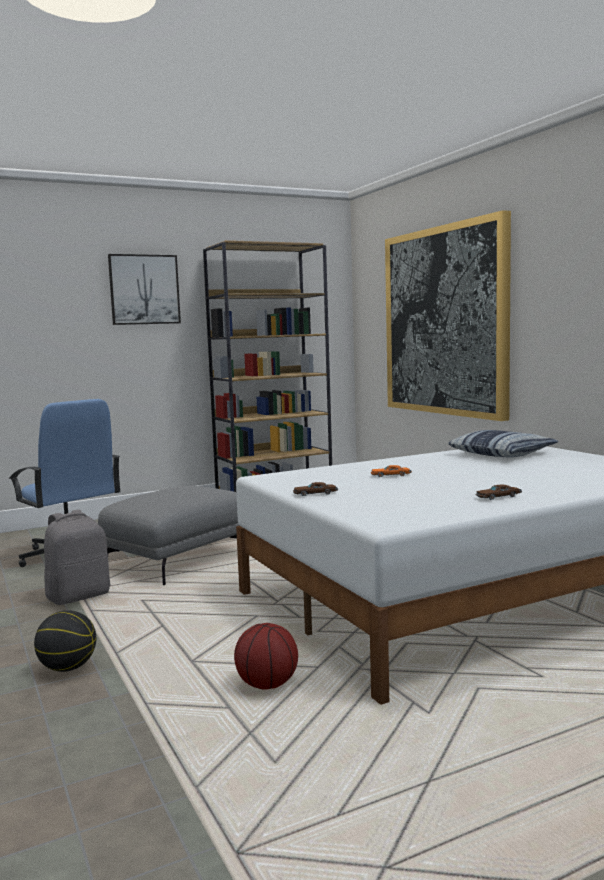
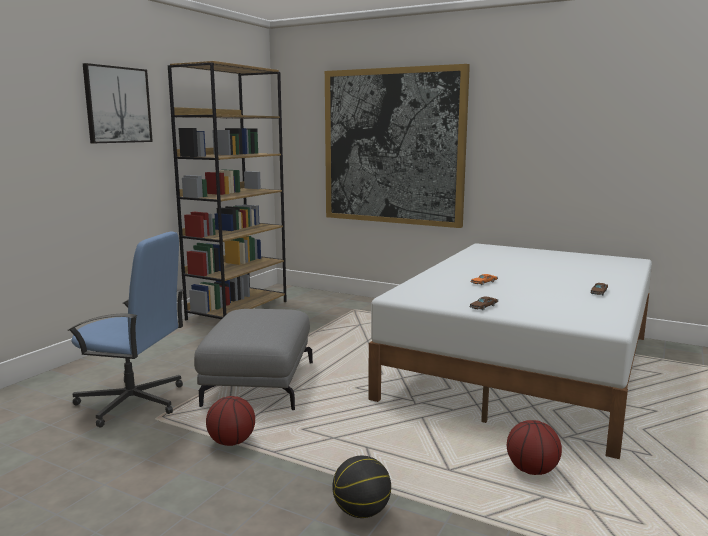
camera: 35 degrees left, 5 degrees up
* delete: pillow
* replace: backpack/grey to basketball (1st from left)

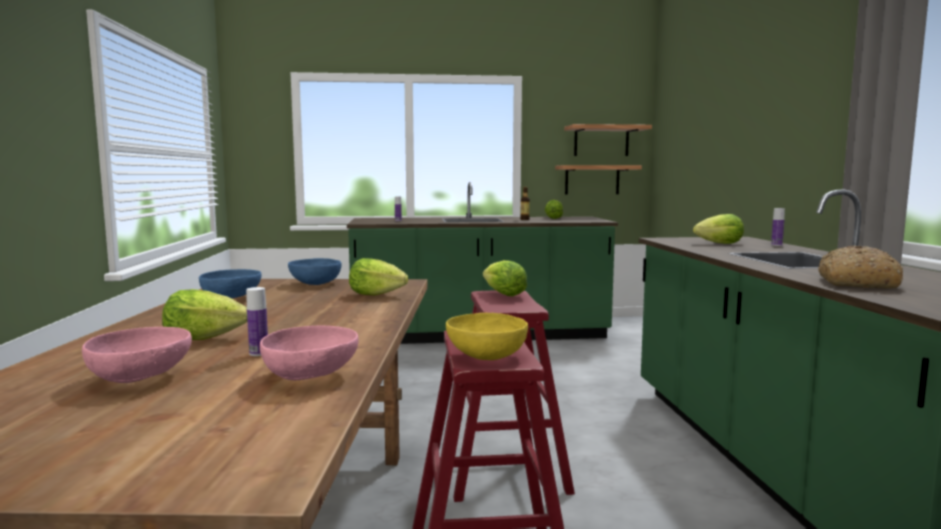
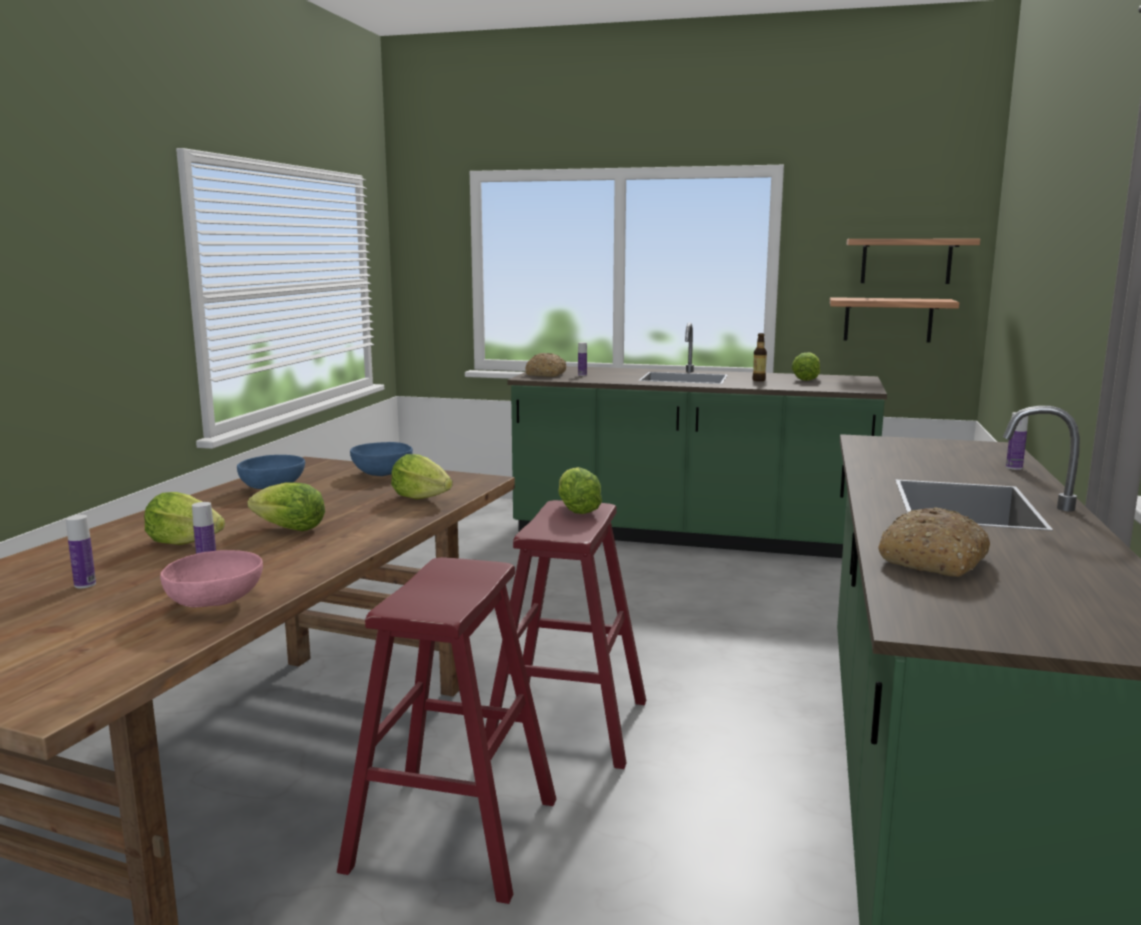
camera: 20 degrees right, 5 degrees up
* move: lettuce (5th from left in the first image) to lettuce (2nd from left)
* delete: bowl/yellow
* replace: bowl/pink (1st from left) to bottle (1st from left)
* insert: bread (1st from left)

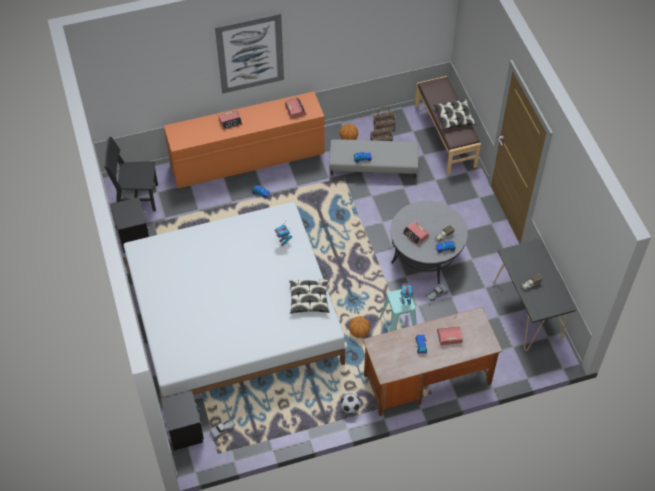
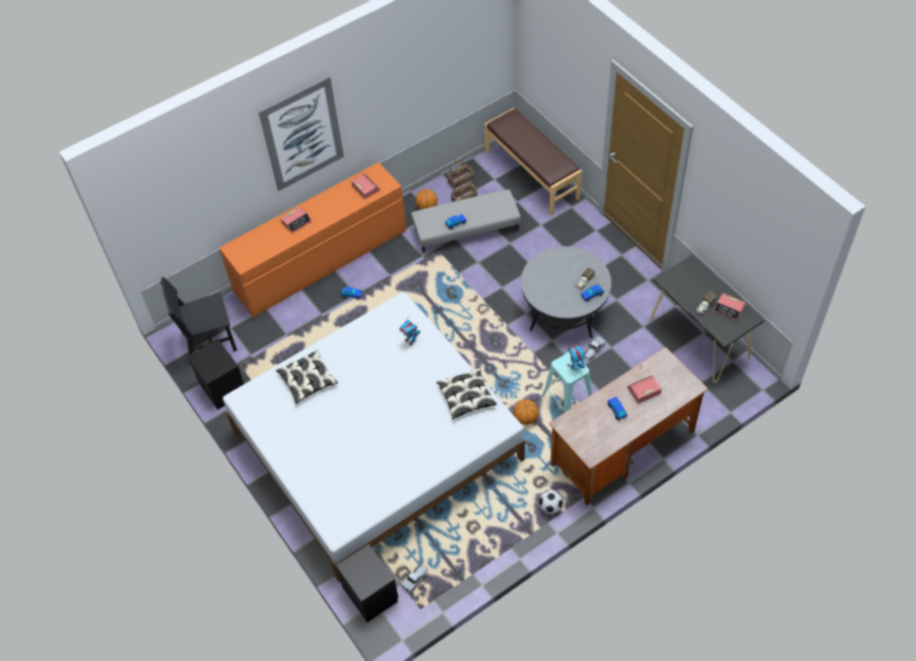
camera: 15 degrees left, 0 degrees up
* move: pillow (2nd from left in the first image) to pillow (1st from left)
* move: alarm clock (3rd from left in the first image) to alarm clock (4th from left)

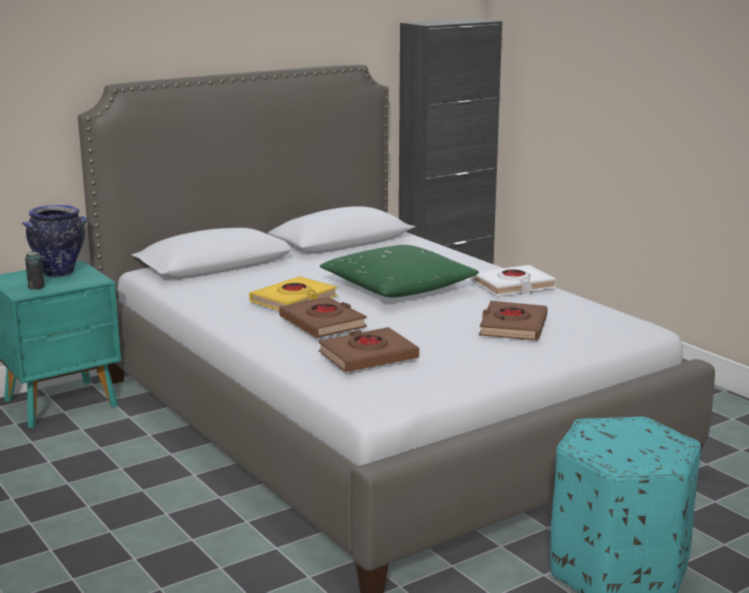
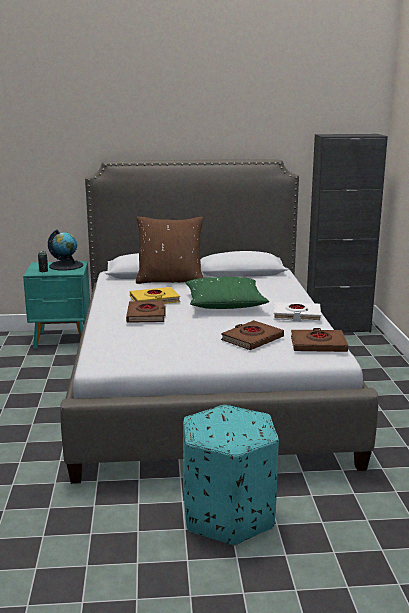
camera: 30 degrees right, 0 degrees up
* replace: vase to globe
* move: book/brown (2nd from left in the first image) to book/brown (3rd from left)
* insert: pillow/brown

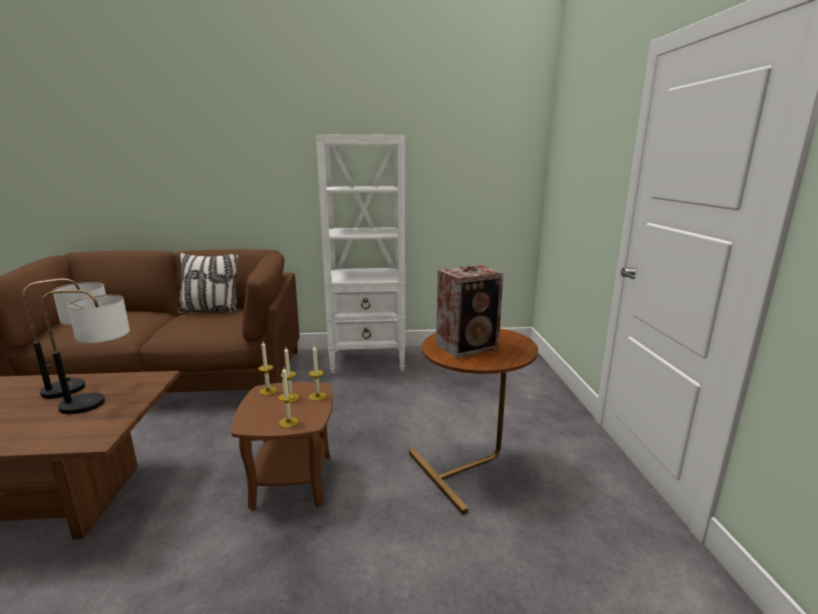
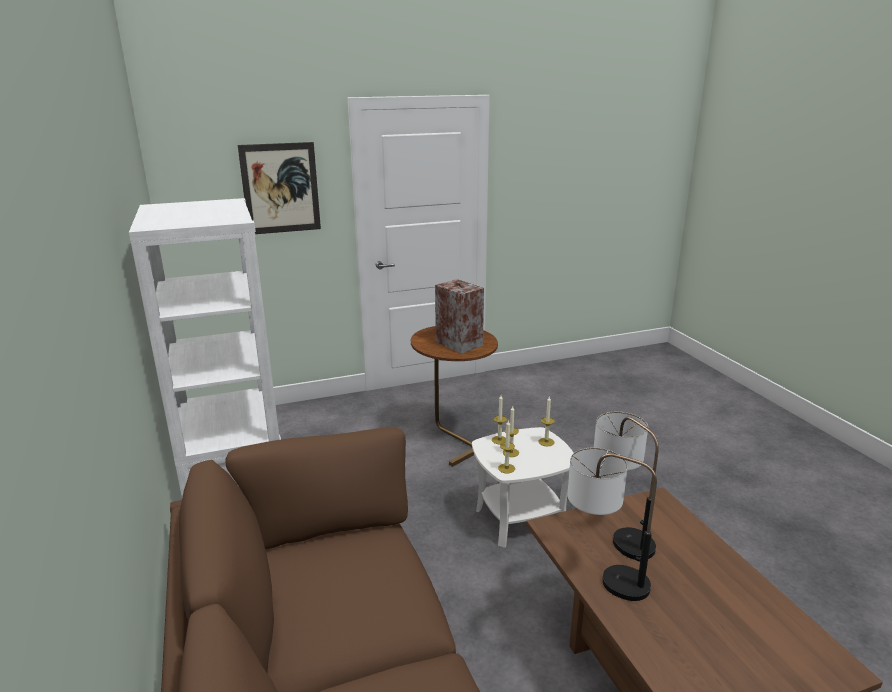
camera: 105 degrees left, 5 degrees up
* delete: pillow
* recolor: side table/brown (1st from left) to side table/white
* insert: picture

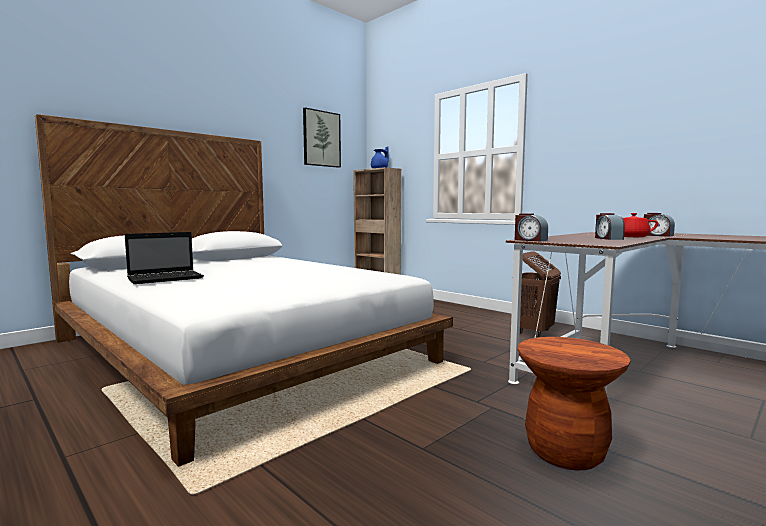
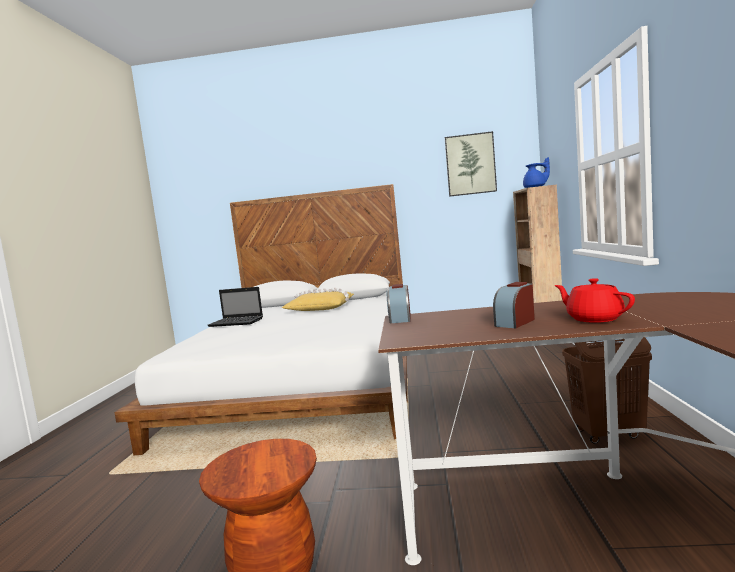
camera: 50 degrees right, 0 degrees up
* delete: alarm clock (3rd from left)
* insert: pillow/yellow

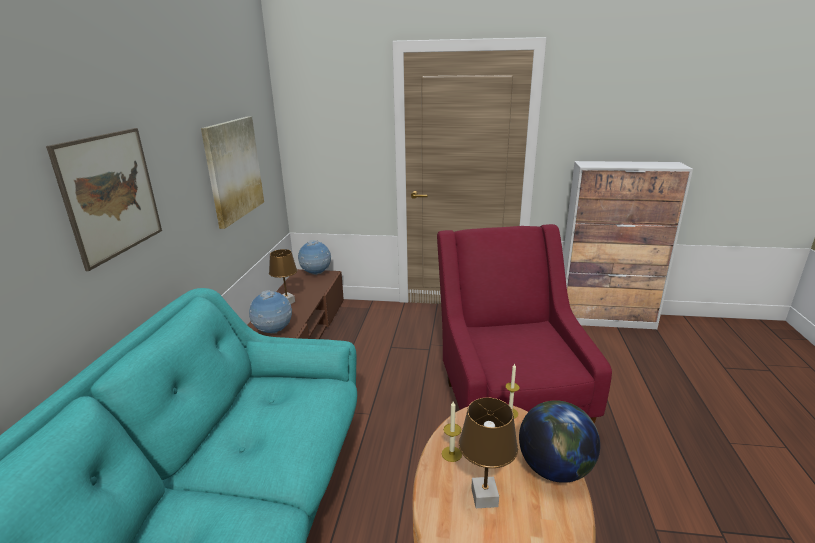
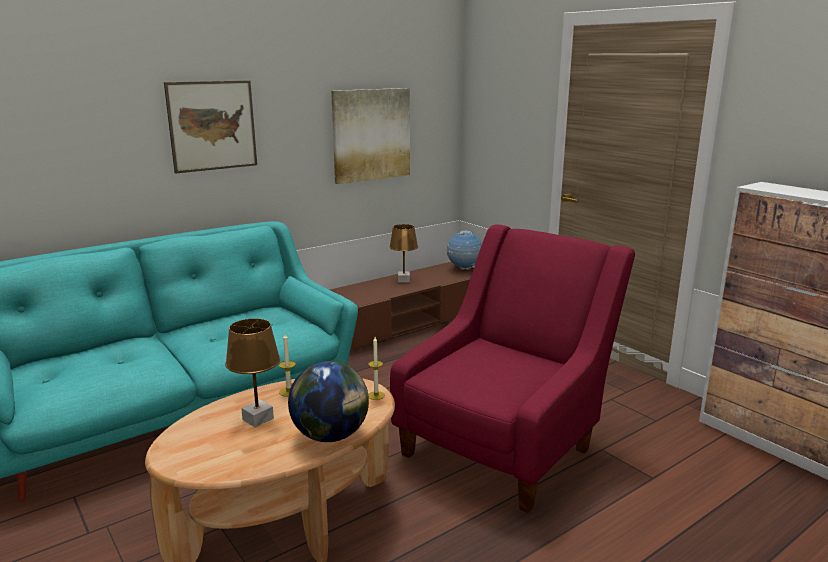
camera: 45 degrees right, 5 degrees down
* delete: globe (1st from left)

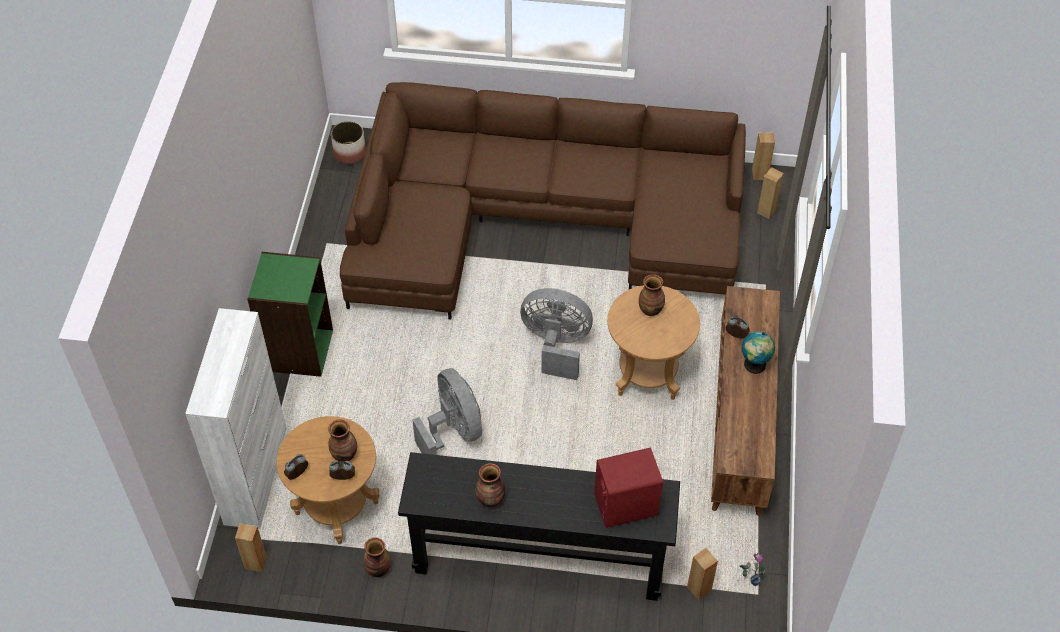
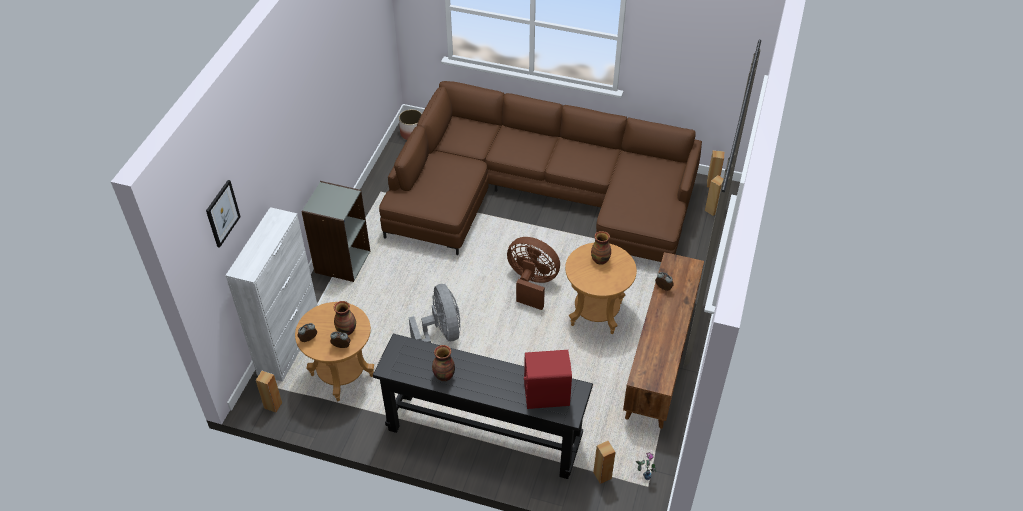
camera: 10 degrees right, 5 degrees down
* recolor: bookcase/green to bookcase/grey
* recolor: fan/grey (2nd from left) to fan/brown
* delete: globe
* delete: vase (2nd from left)
* insert: picture

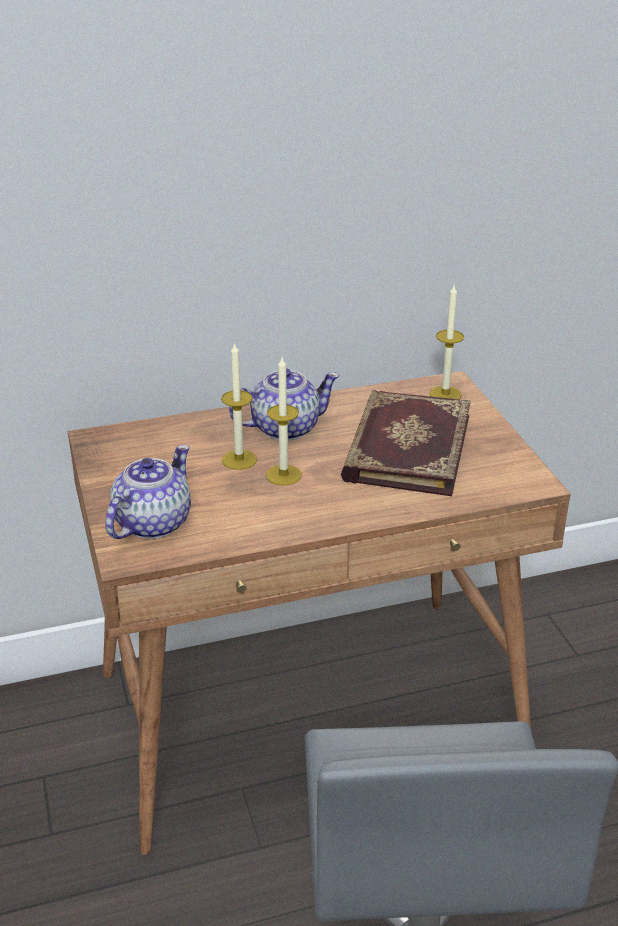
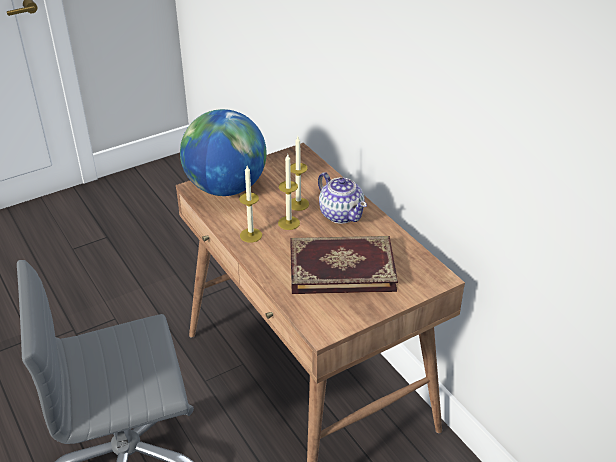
camera: 75 degrees right, 5 degrees up
* move: candle (3rd from left in the first image) to candle (1st from left)
* replace: teapot (1st from left) to globe

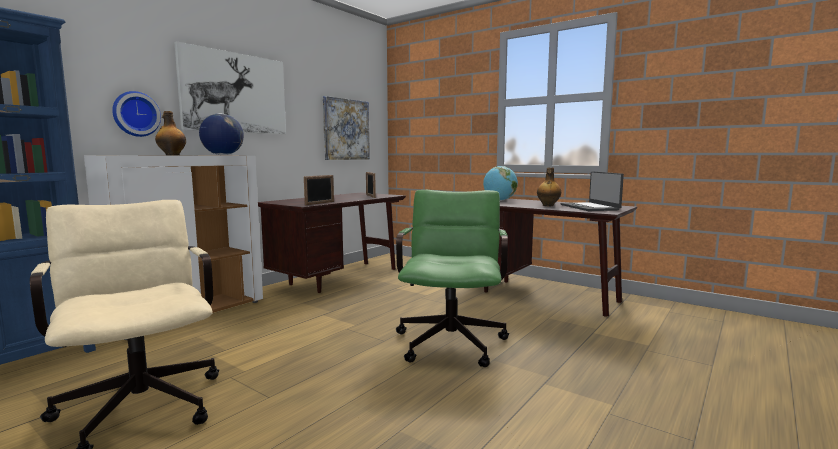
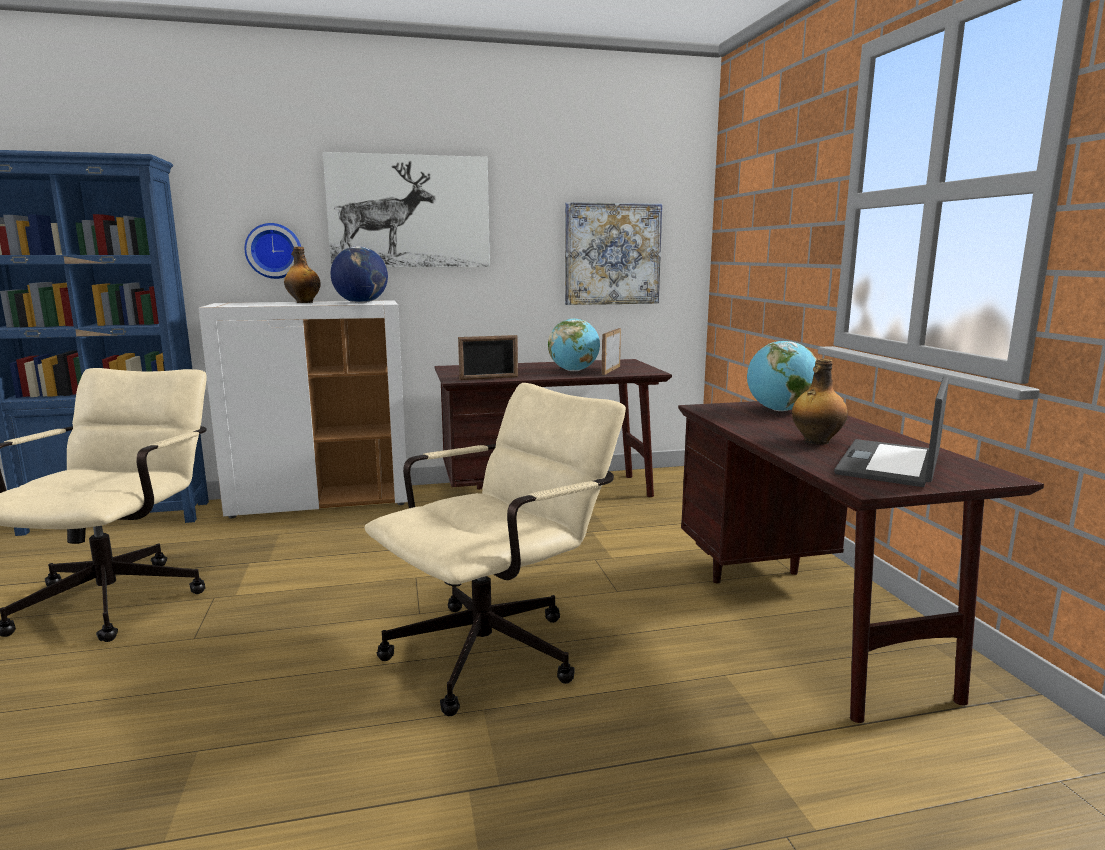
camera: 40 degrees right, 5 degrees up
* recolor: office chair/green to office chair/beige (2nd from left)
* insert: globe (2nd from left)

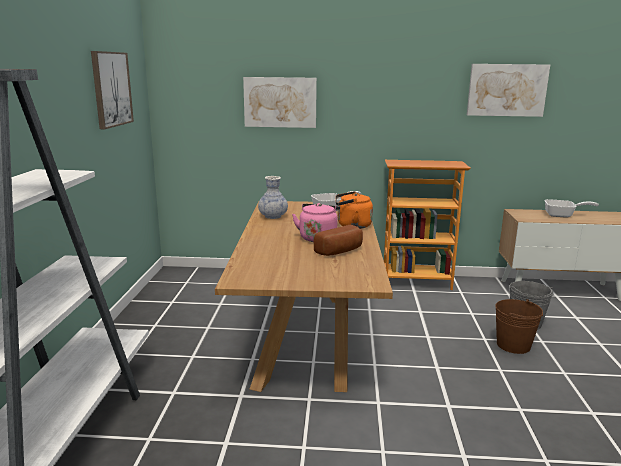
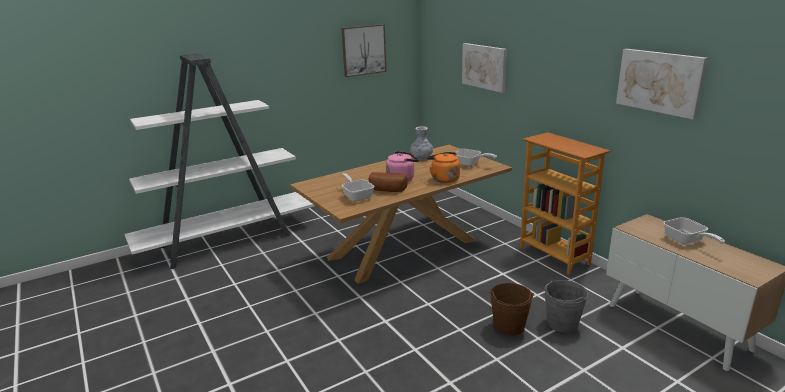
camera: 55 degrees right, 5 degrees up
* insert: frying pan (1st from left)

